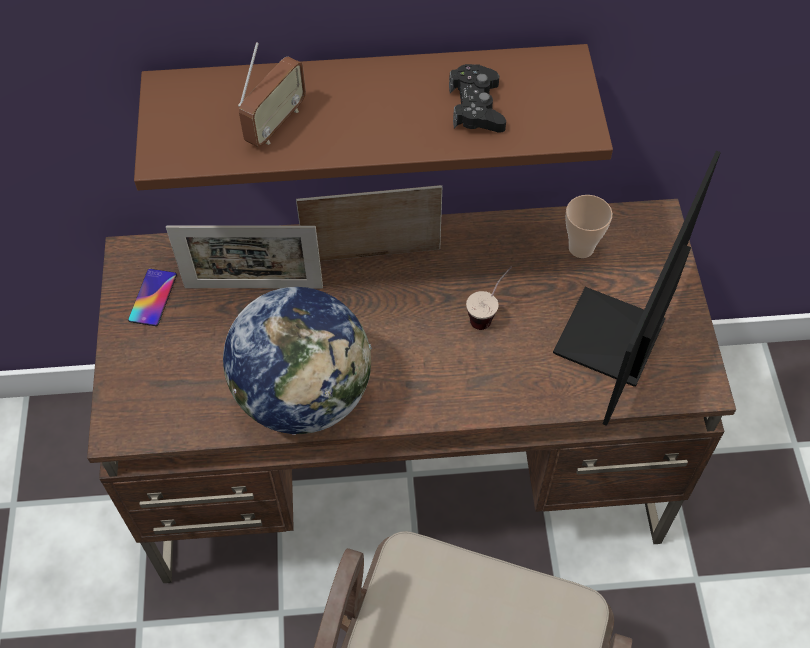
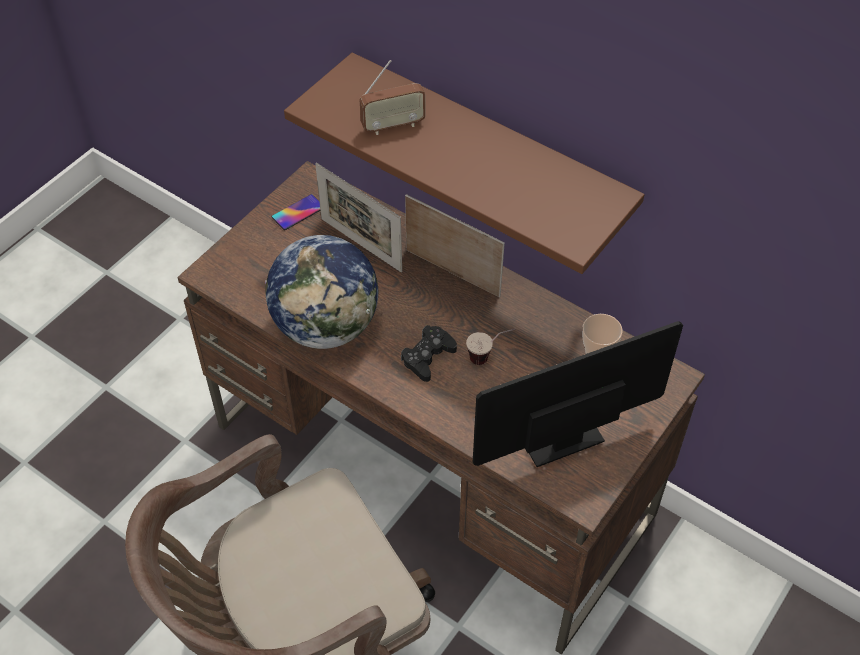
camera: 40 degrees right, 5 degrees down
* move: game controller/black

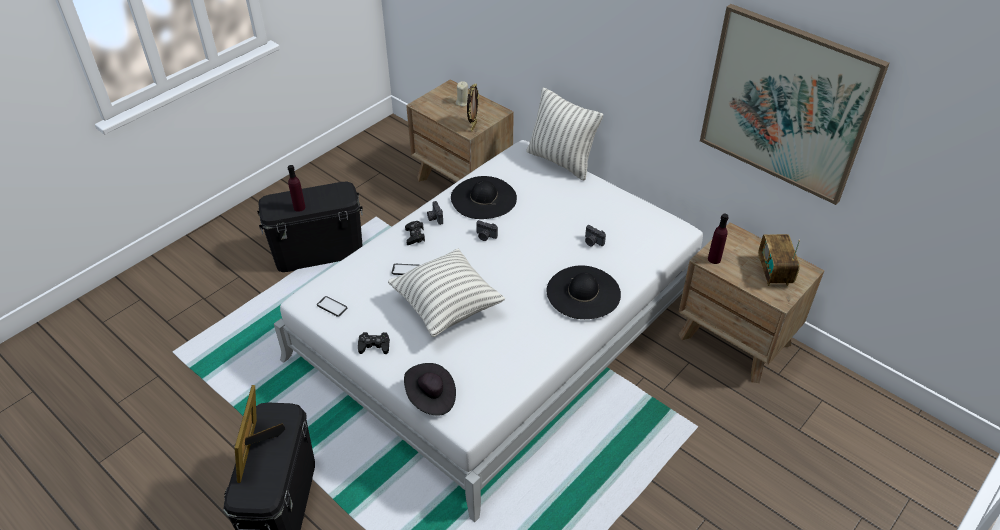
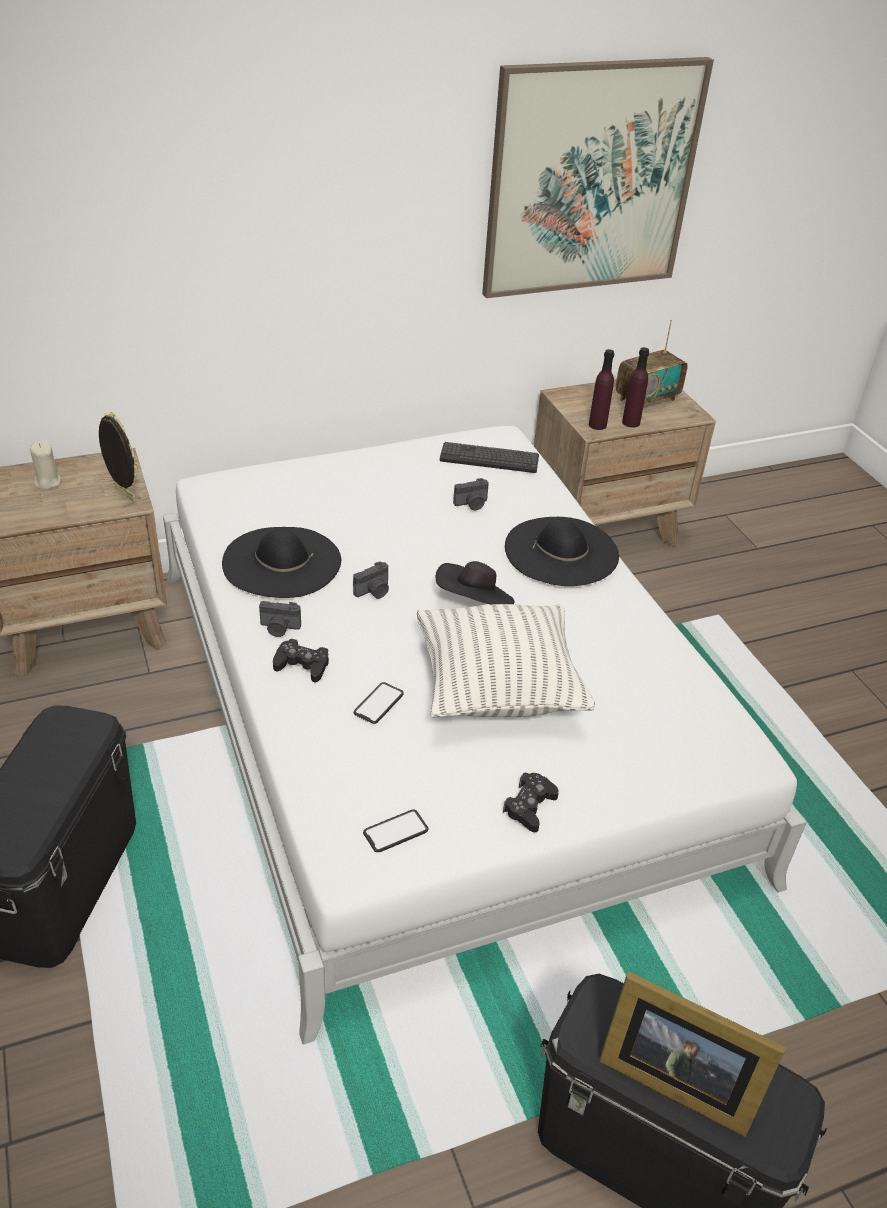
camera: 65 degrees left, 5 degrees down
* delete: pillow (2nd from left)
* move: bottle/purple (1st from left in the first image) to bottle/purple (2nd from left)
* rotate: radio 60 degrees counterclockwise
* move: hat/black (1st from left in the first image) to hat/black (2nd from left)
* insert: keyboard

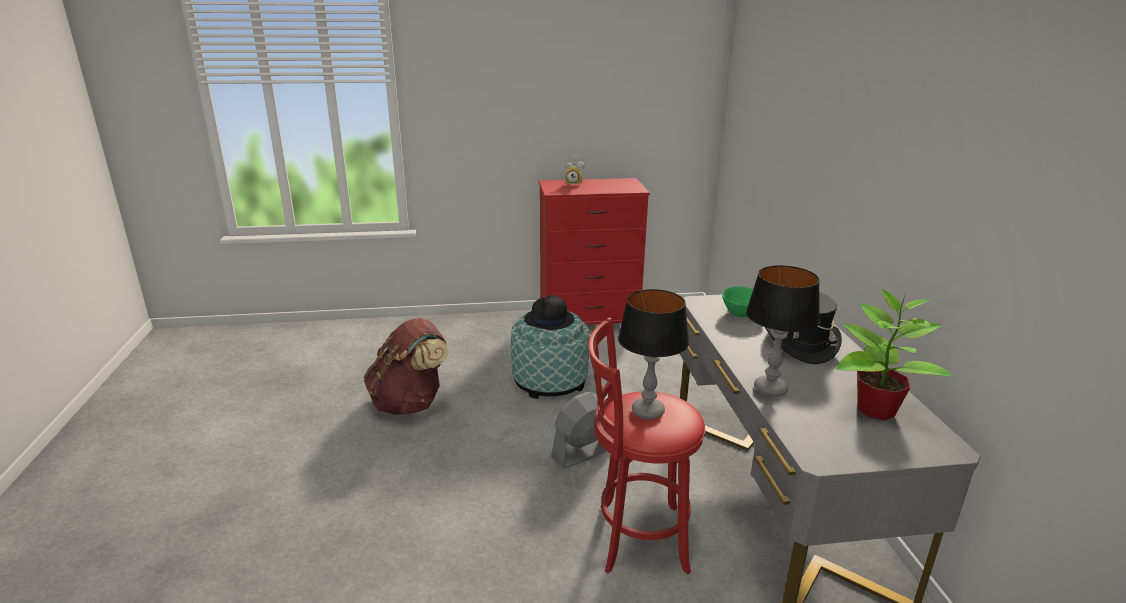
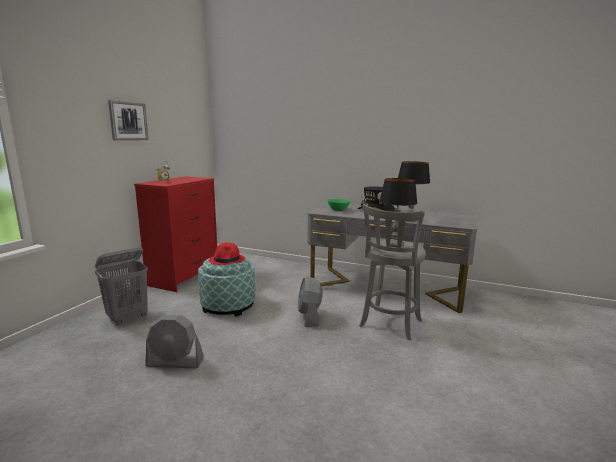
camera: 60 degrees left, 10 degrees down
* delete: potted plant
* recolor: hat/black (1st from left) to hat/red
* recolor: stool/red to stool/grey
* replace: backpack/brown to fan/grey (1st from left)
* insert: picture
* insert: laundry basket/grey

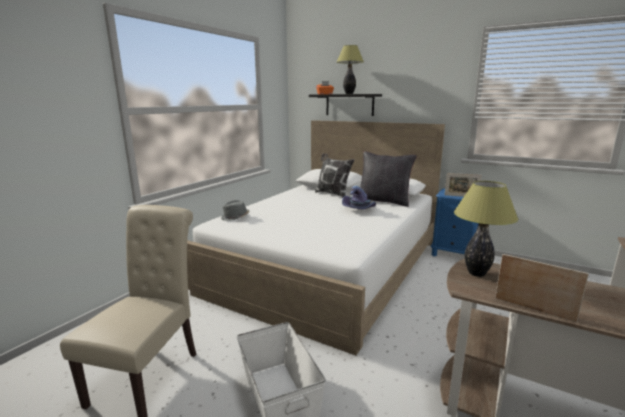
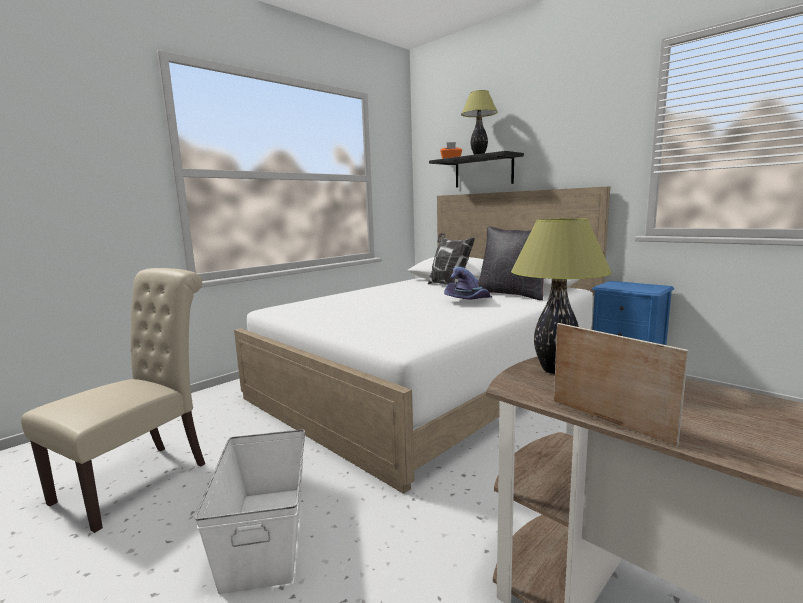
camera: 15 degrees right, 5 degrees down
* delete: picture frame (1st from left)
* delete: hat/grey

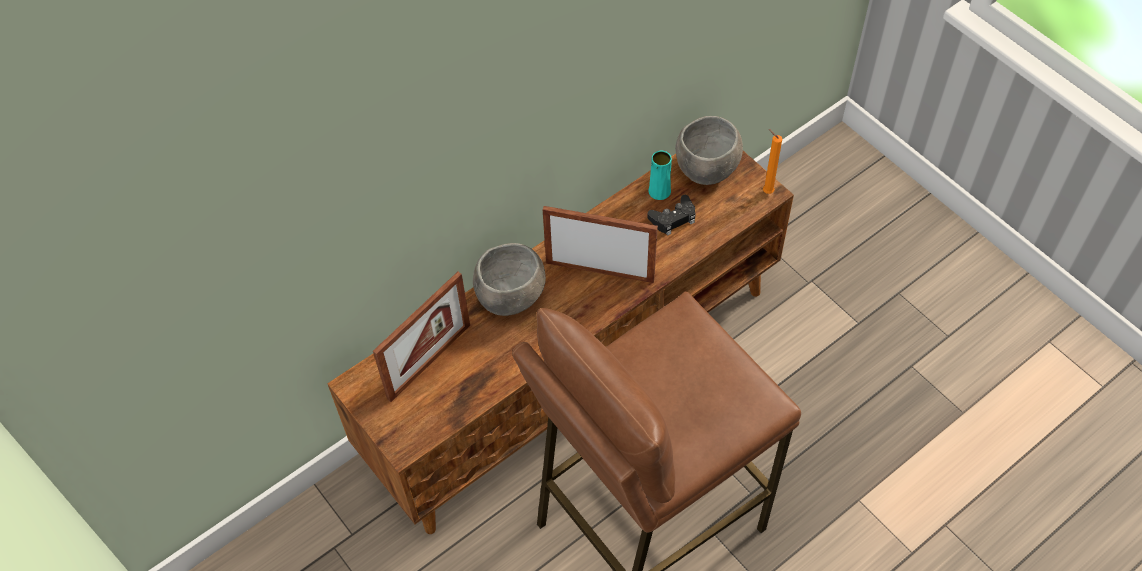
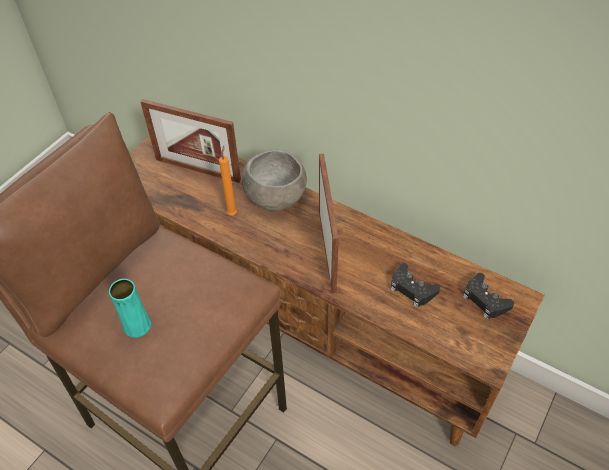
camera: 70 degrees right, 5 degrees down
* replace: bowl/grey (2nd from left) to game controller/black (2nd from left)
* move: candle/orange
* move: vase/turquoise

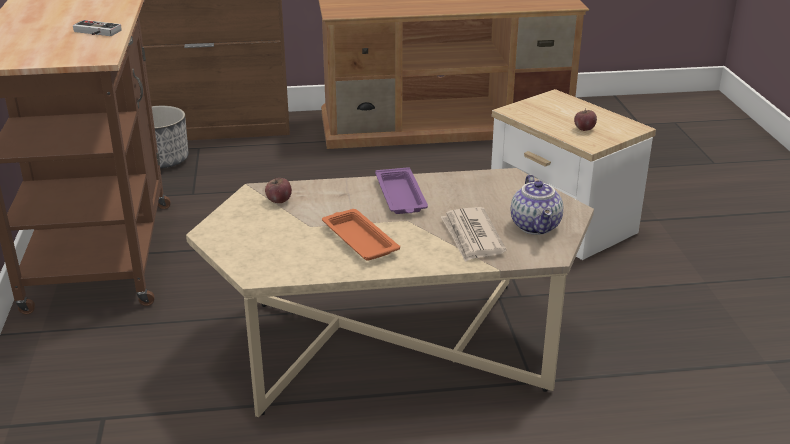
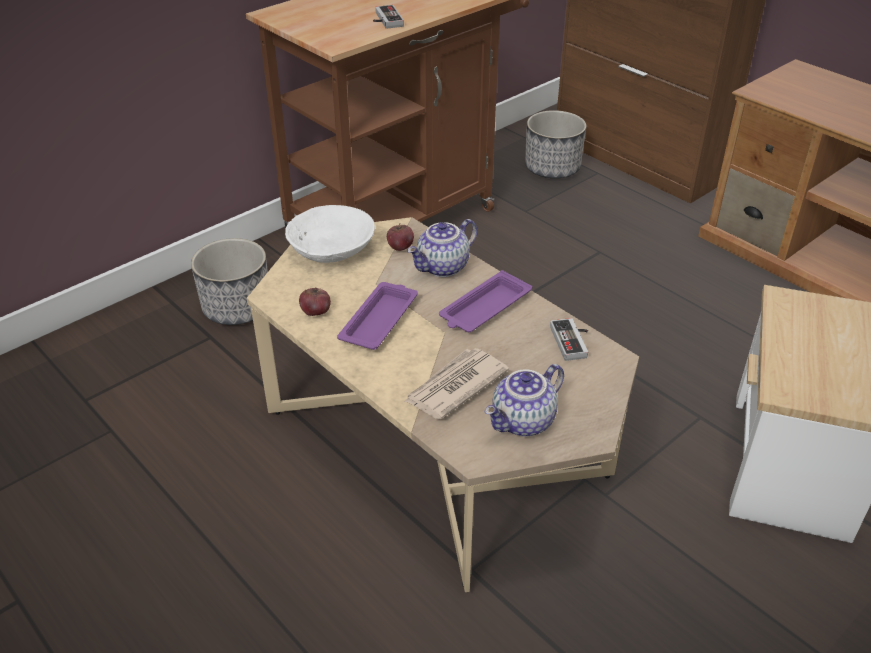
camera: 55 degrees right, 10 degrees up
* move: apple (2nd from left in the first image) to apple (1st from left)
* recolor: tray/orange to tray/purple (1st from left)
* insert: bowl/white
* insert: teapot (1st from left)
* insert: planter (1st from left)
* insert: game controller (2nd from left)

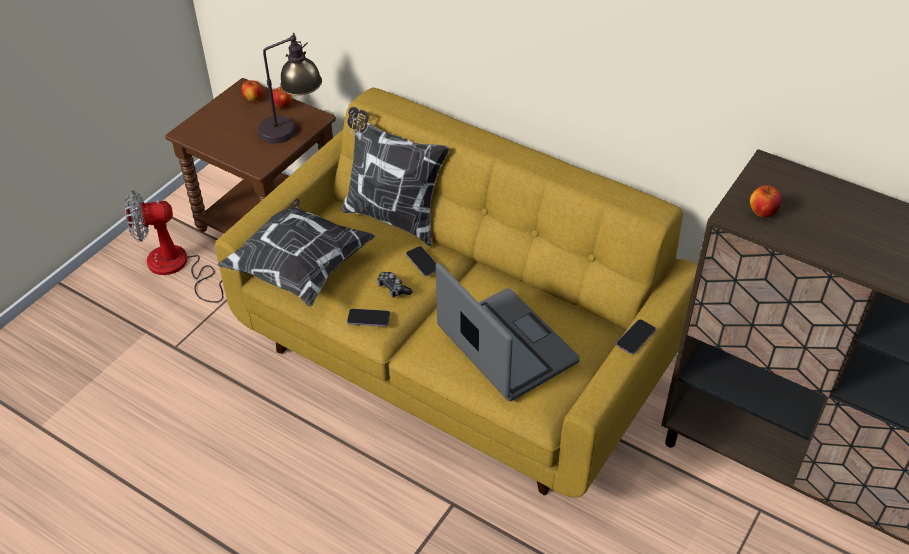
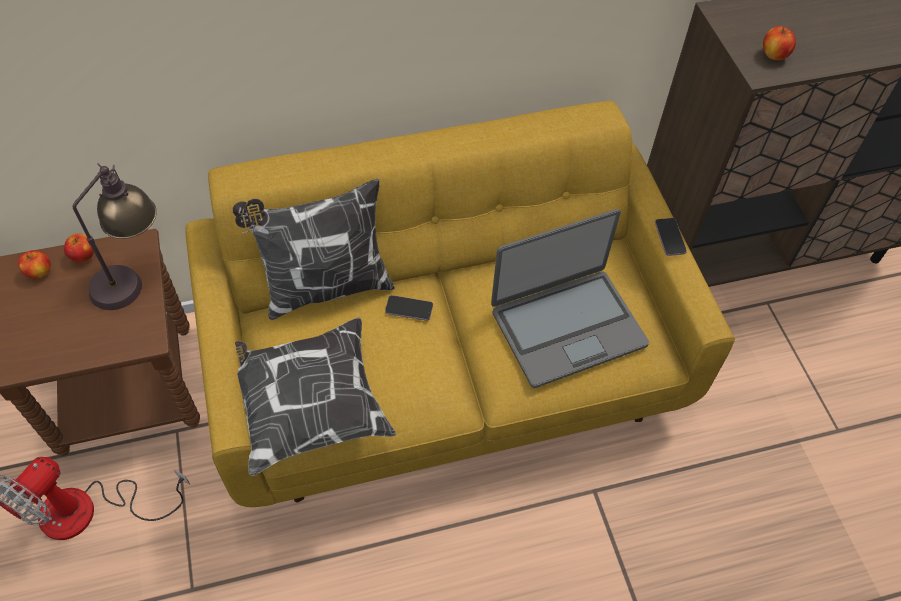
camera: 50 degrees left, 10 degrees up
* rotate: laptop 150 degrees clockwise
* delete: game controller
* delete: phone (1st from left)

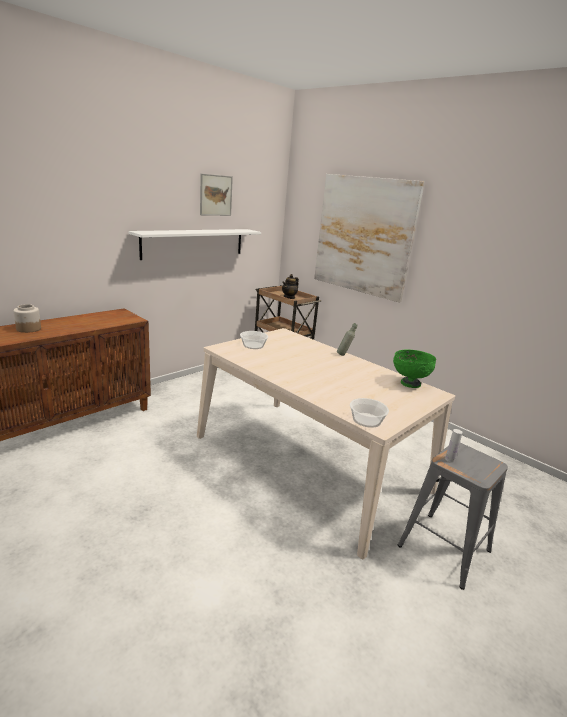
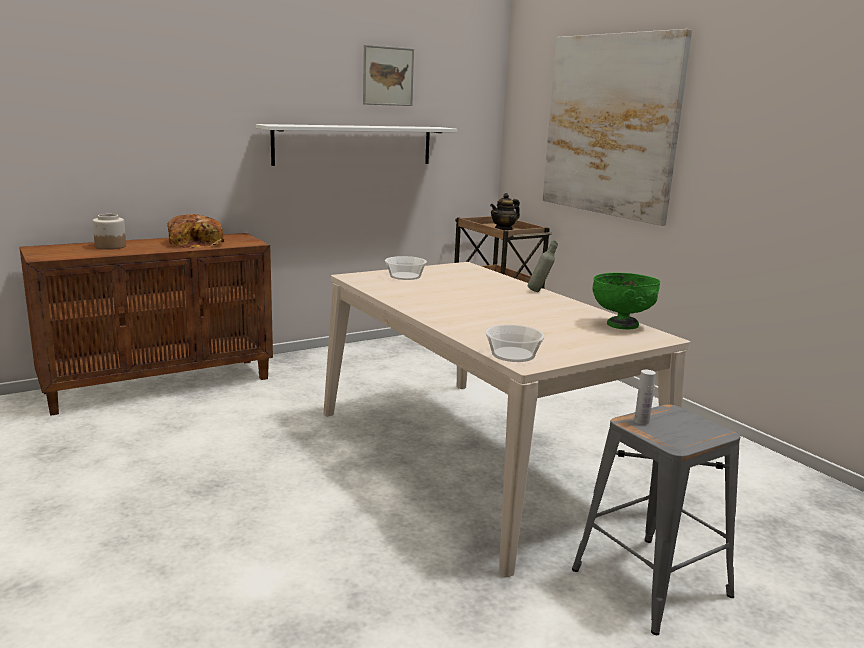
camera: 15 degrees right, 5 degrees down
* insert: bread

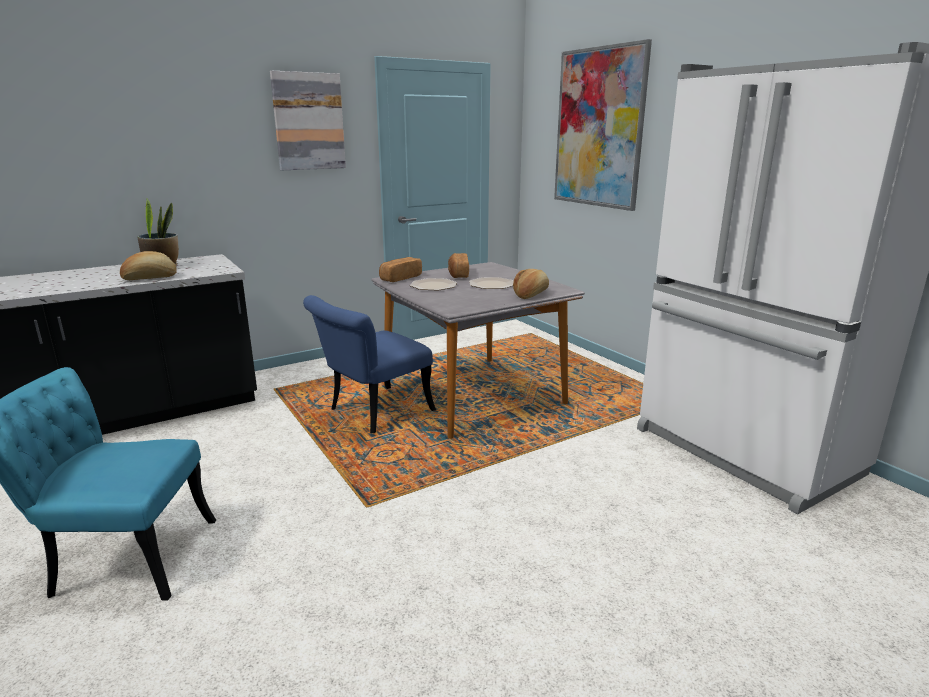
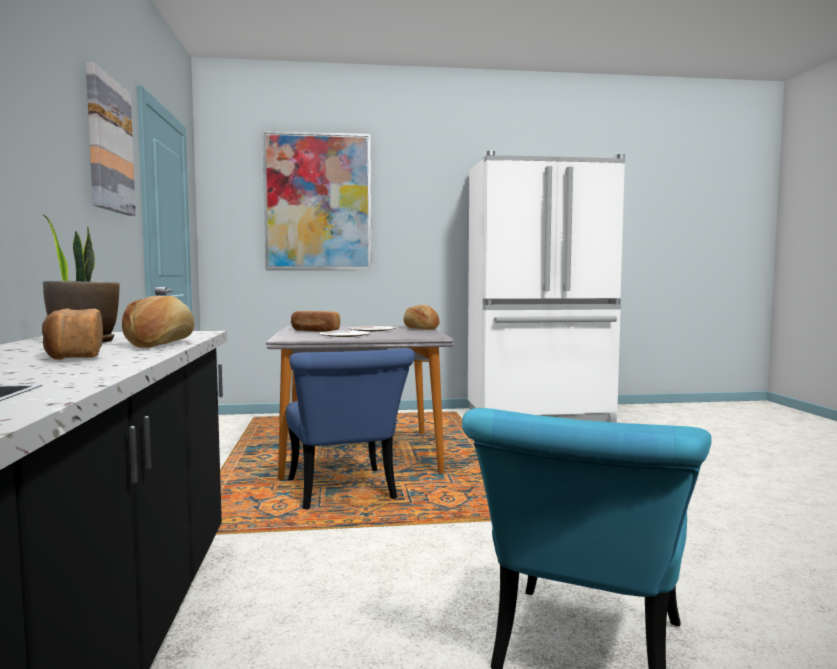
camera: 65 degrees left, 15 degrees down
* move: bread (2nd from left in the first image) to bread (1st from left)

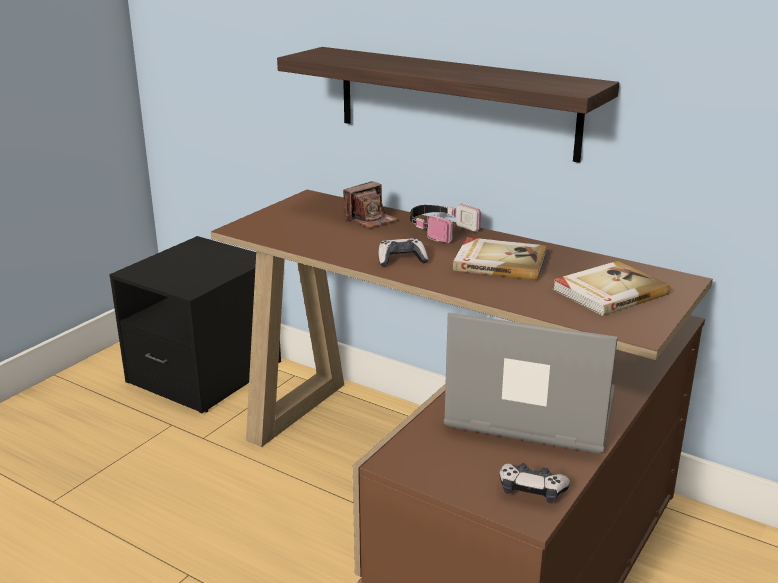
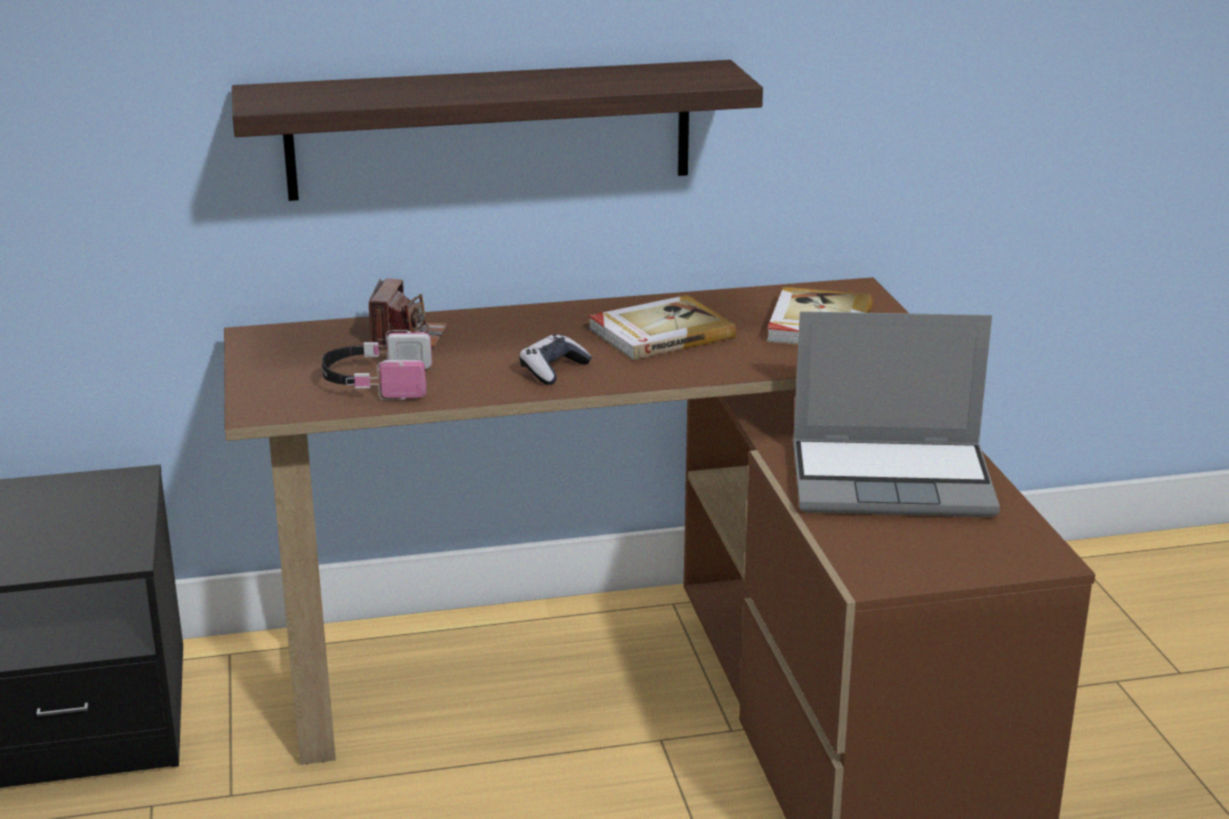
camera: 45 degrees left, 0 degrees up
* move: headphones
* rotate: laptop 150 degrees counterclockwise
* delete: game controller (2nd from left)

